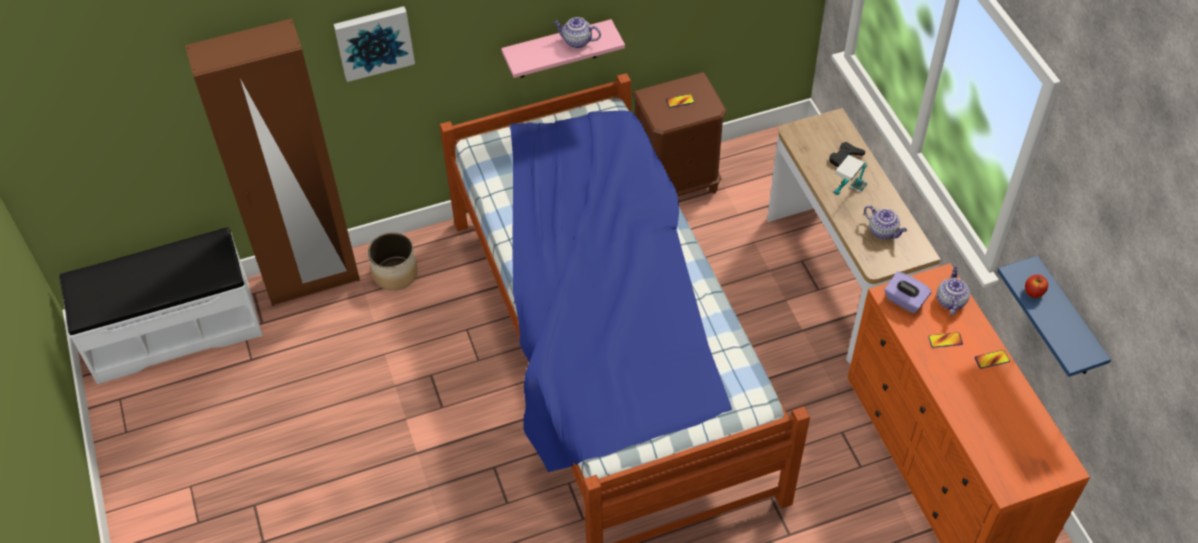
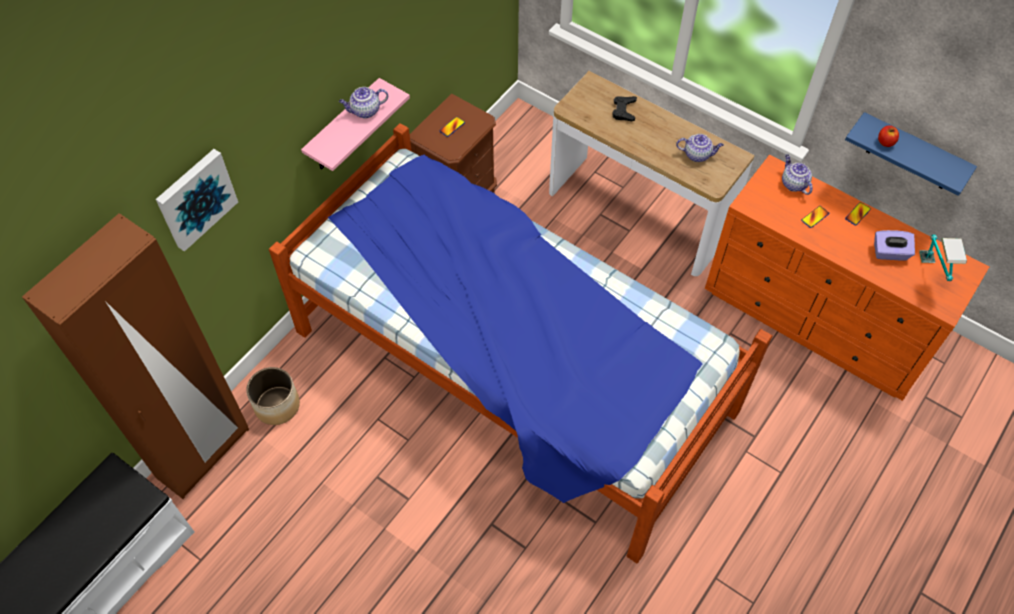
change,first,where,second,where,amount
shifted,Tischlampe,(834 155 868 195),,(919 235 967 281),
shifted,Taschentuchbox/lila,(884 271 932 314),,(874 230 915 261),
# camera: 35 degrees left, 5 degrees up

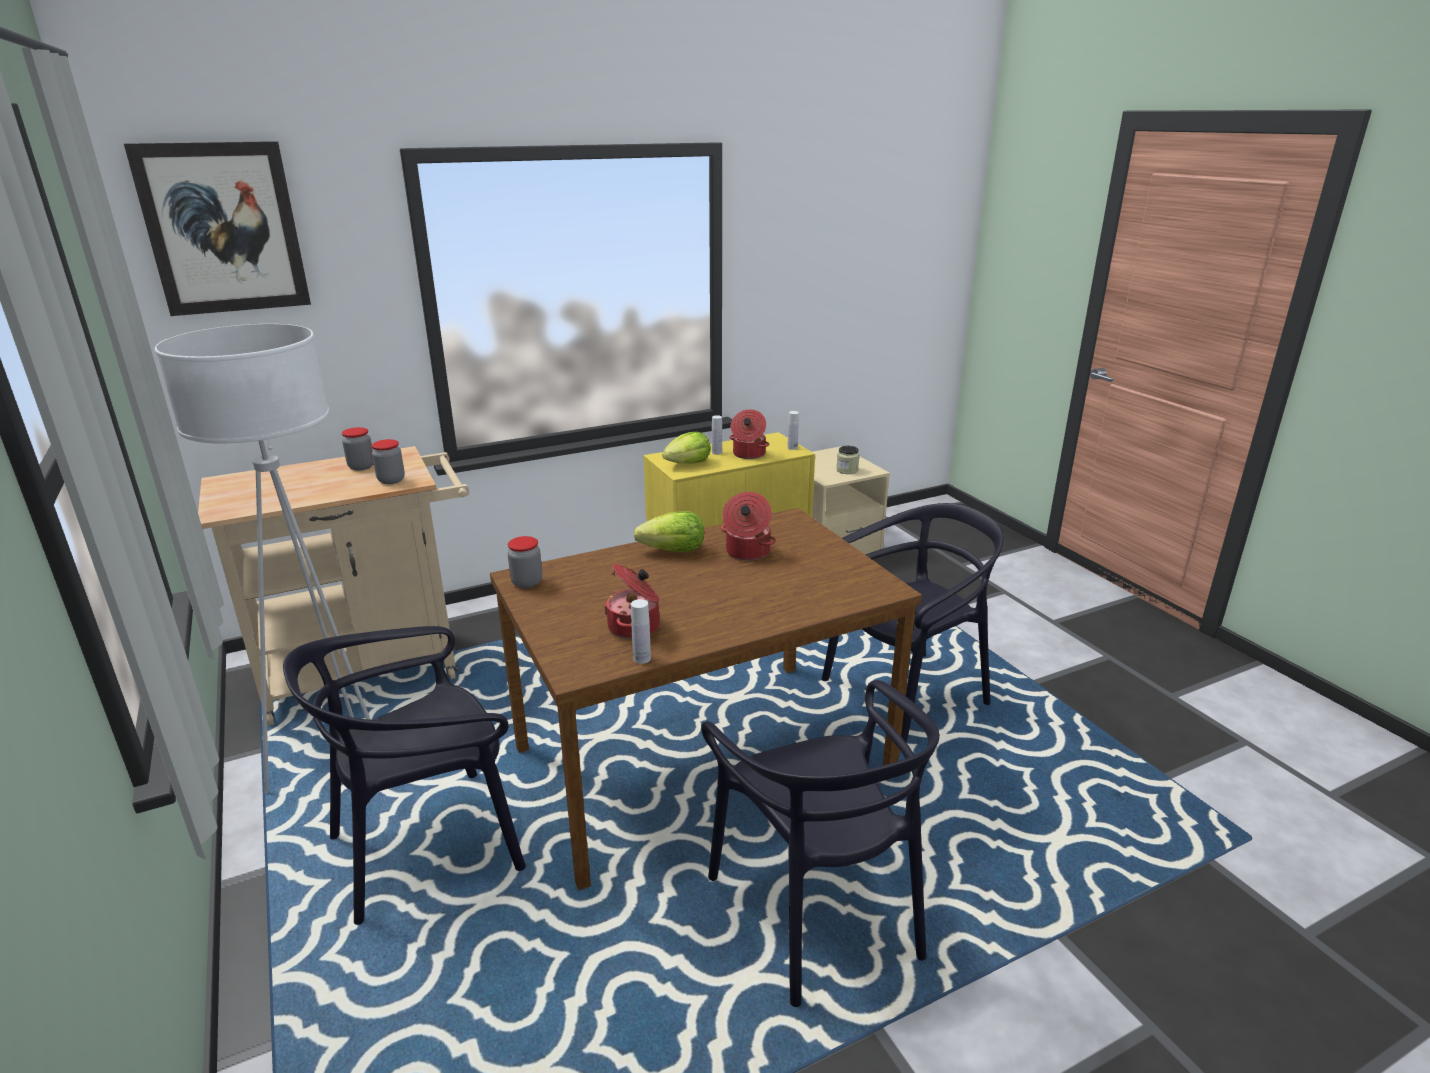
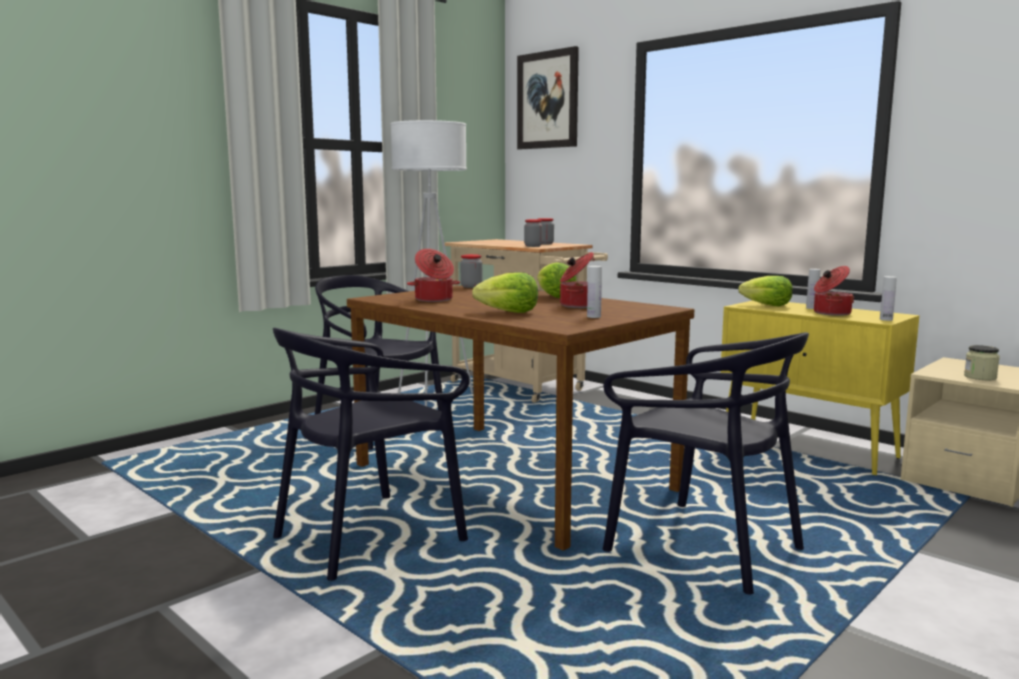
change,first,where,second,where,amount
shifted,Flasche/weiß,(631 599 651 664),,(587 266 602 318),
new,,,Salatkopf,(472 272 538 313),
# camera: 70 degrees right, 15 degrees down

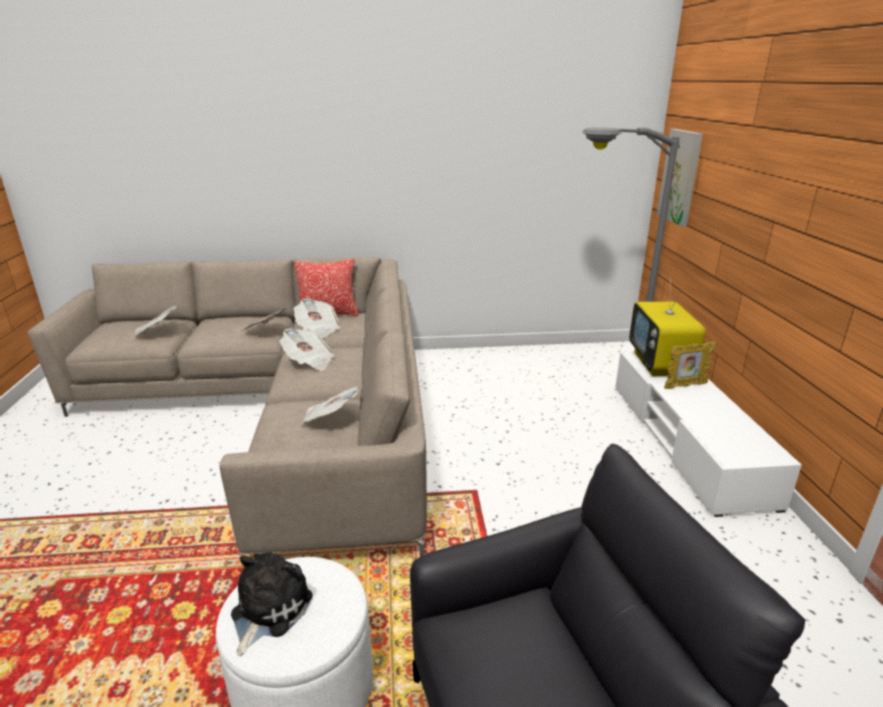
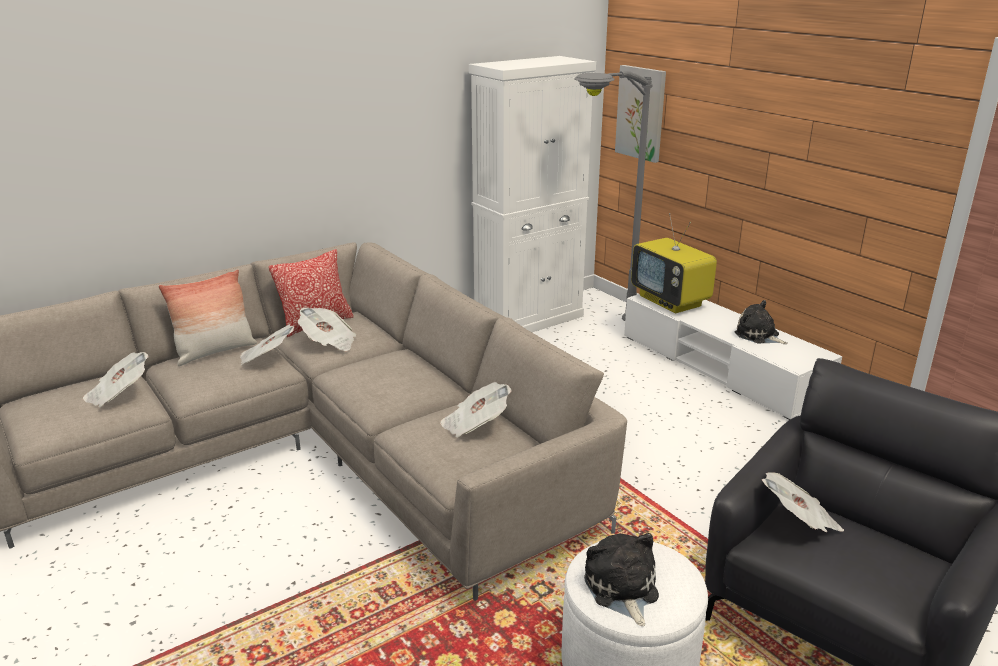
change,first,where,second,where,amount
shifted,Zeitung,(279 328 334 370),,(761 472 844 532),
gone,Bilderrahmen,(664 342 716 389),,,
new,,,Schrank/weiß,(469 56 596 332),
new,,,Kissen,(158 269 257 366),
new,,,Plüschtier,(735 300 788 344),
# camera: 30 degrees left, 0 degrees up

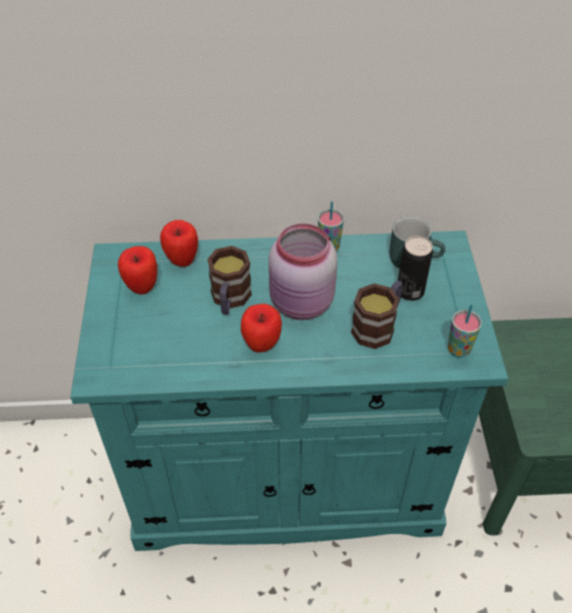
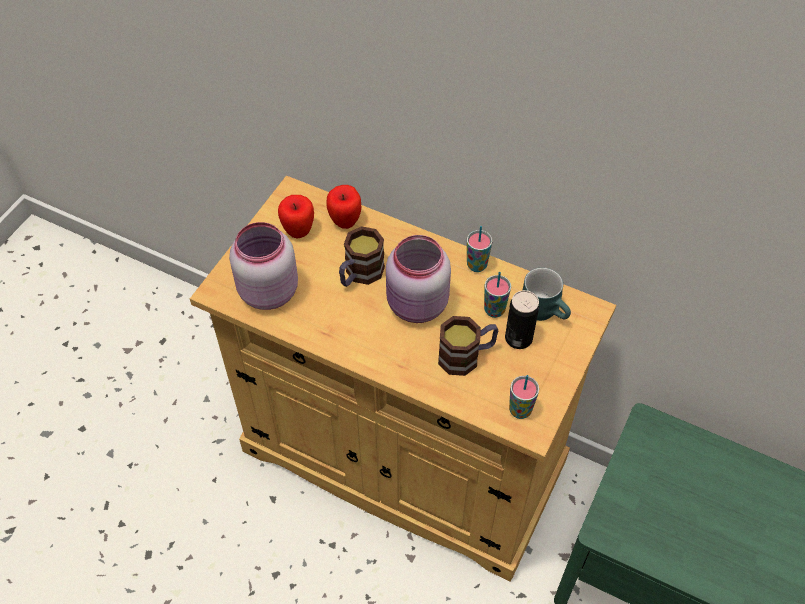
change,first,where,second,where,amount
repainted,Schrank/türkis,(70 231 508 551),Schrank/beige,(190 175 616 582),
gone,Apfel,(241 304 282 353),,,
new,,,Vorratsglas/rosa,(229 222 298 310),
new,,,Tasse,(484 272 511 318),
# camera: 30 degrees right, 5 degrees up

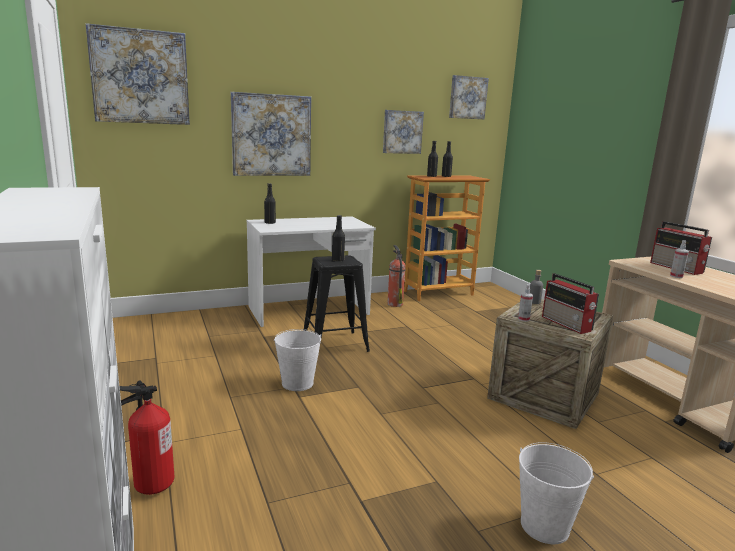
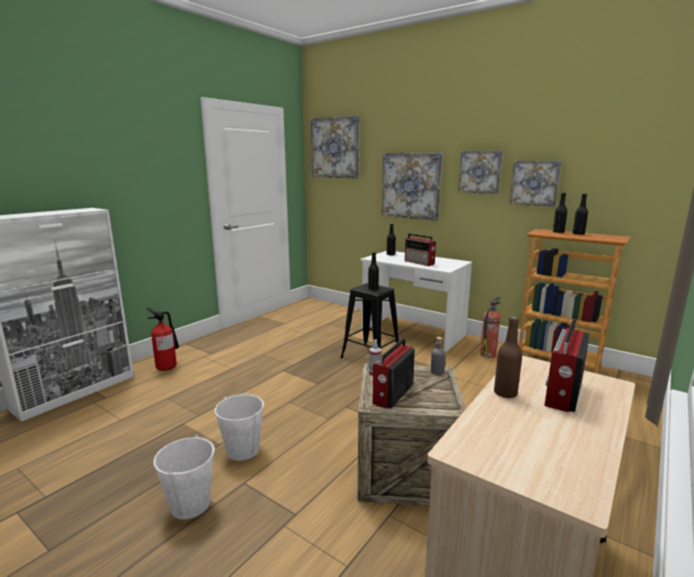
change,first,where,second,where,amount
shifted,Bild,(449 75 489 119),,(458 151 503 194),
swapped,Sprühflasche,(670 240 689 278),Flasche/braun,(494 316 522 399),
shifted,Eimer/weiß,(274 329 321 391),,(215 393 264 461),
new,,,Radio,(405 233 436 266),
# camera: 60 degrees right, 0 degrees up

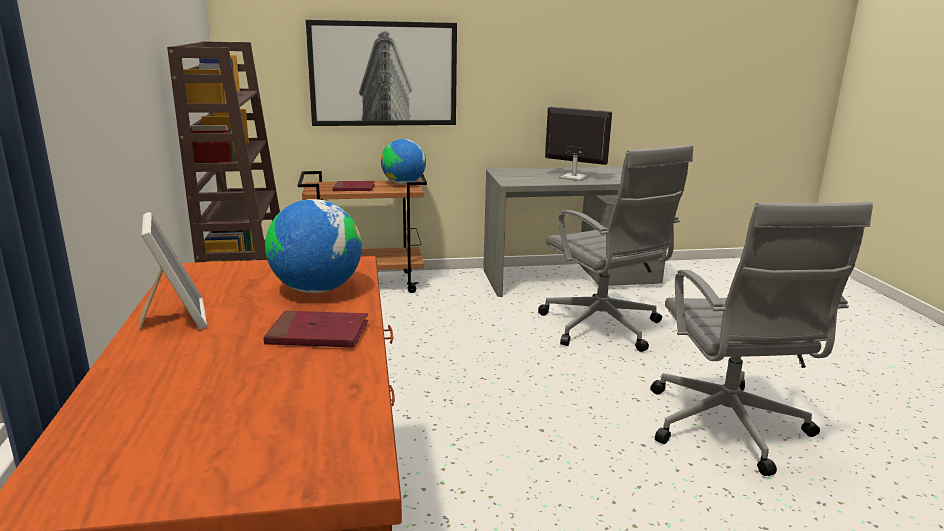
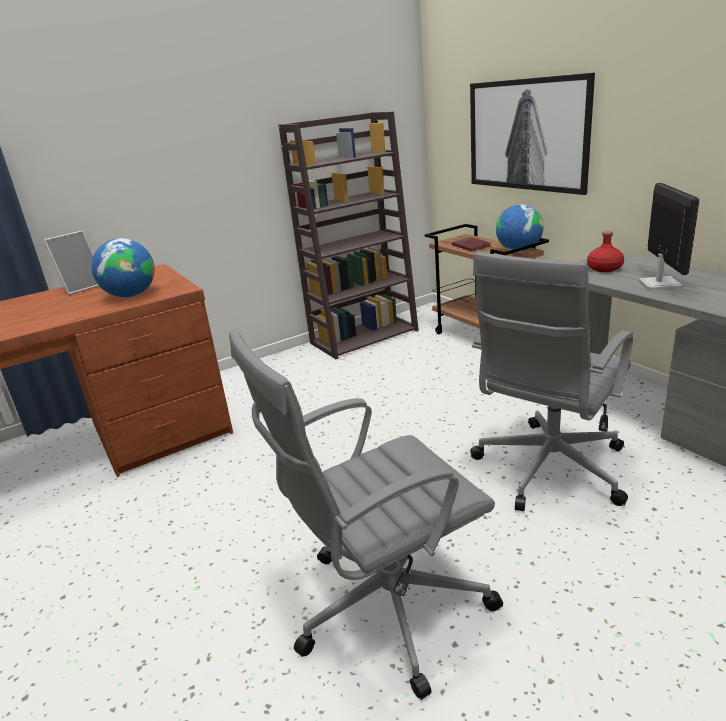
change,first,where,second,where,amount
gone,Buch/rot,(263 311 369 348),,,
new,,,Flasche/rot,(587 231 624 272),
# camera: 70 degrees right, 5 degrees up

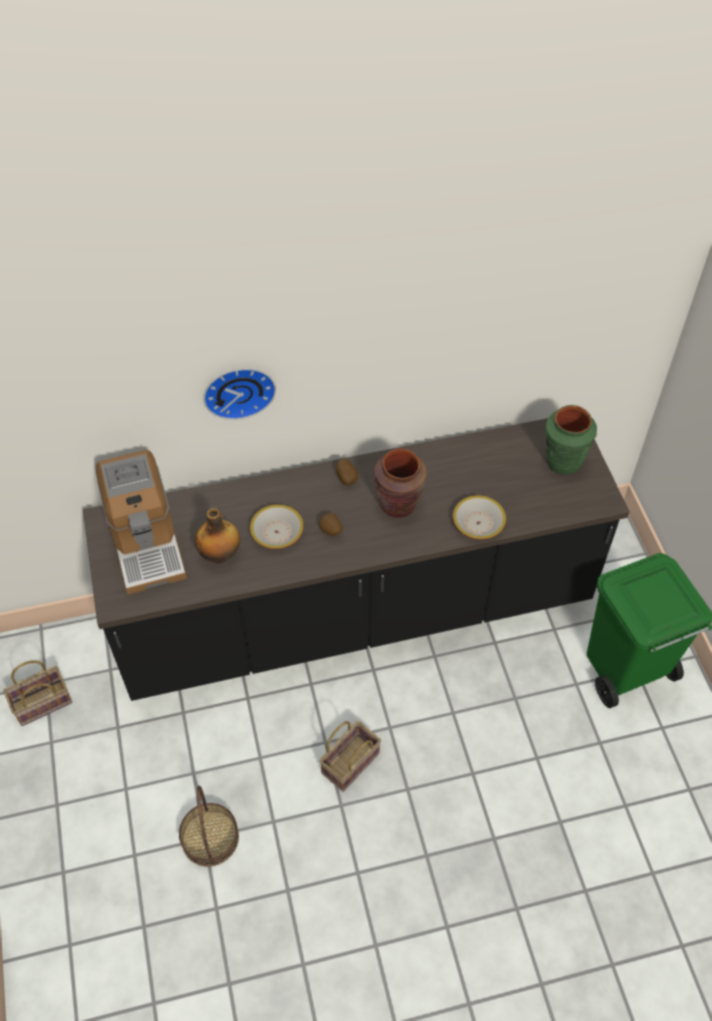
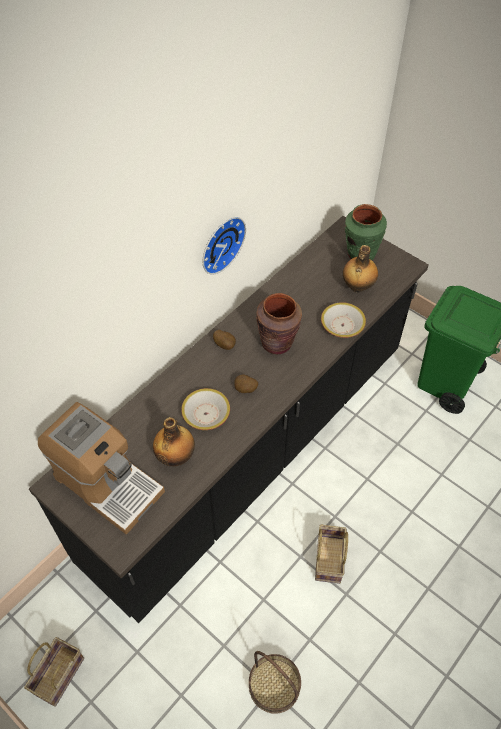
change,first,where,second,where,amount
shifted,Wanduhr,(203 368 276 420),,(203 217 246 275),
new,,,Flasche,(343 245 378 292),
# camera: 35 degrees left, 0 degrees up

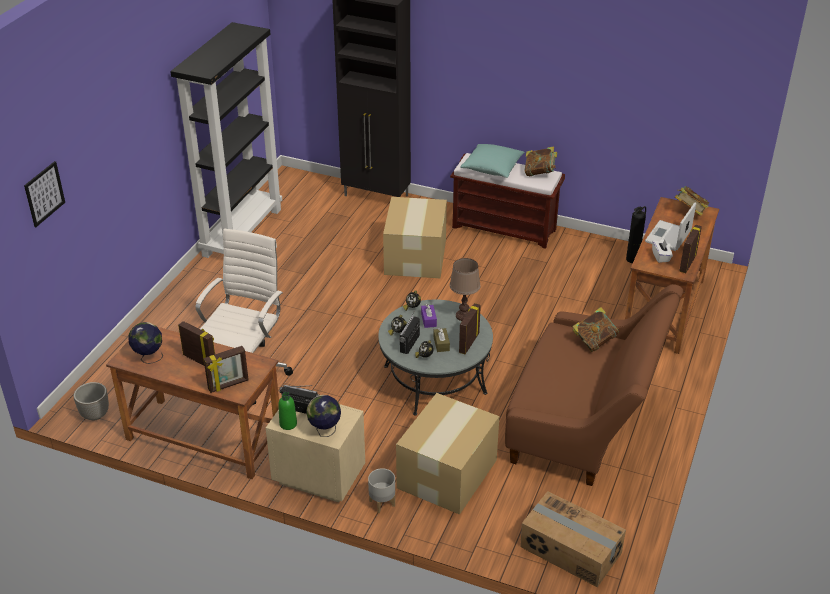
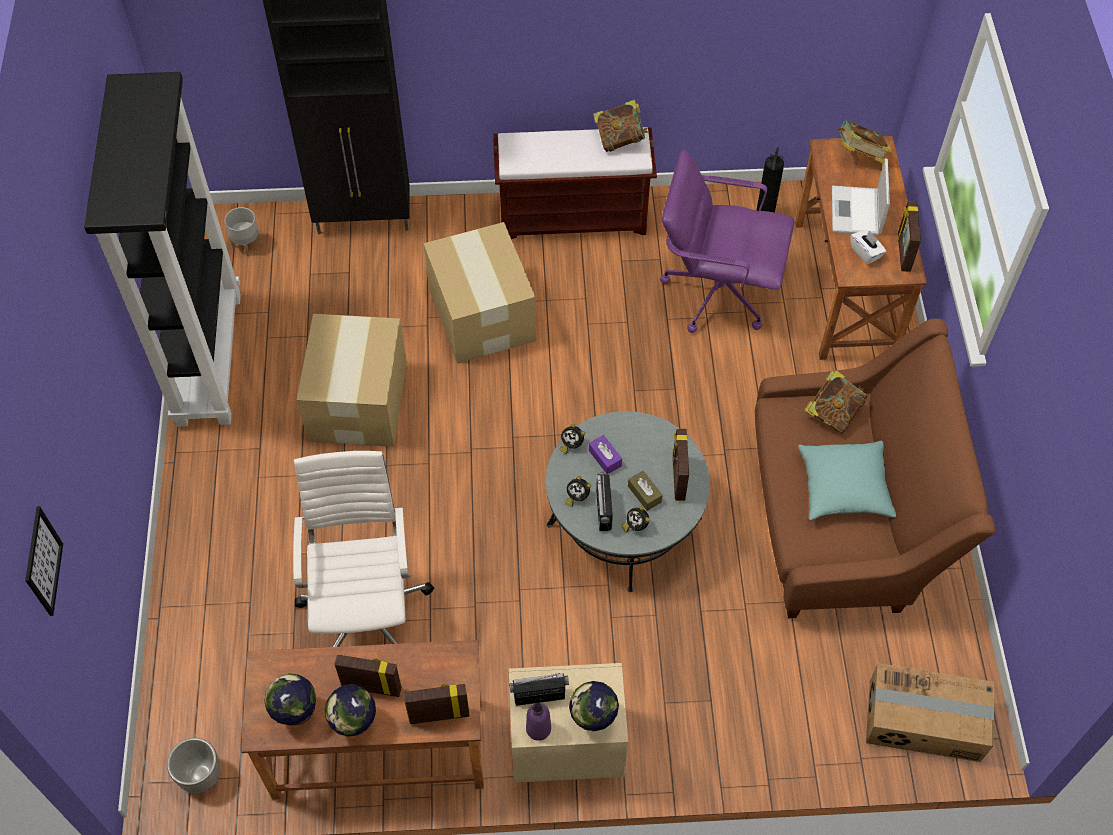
change,first,where,second,where,amount
shifted,Kissen/türkis,(460 144 525 178),,(798 440 896 520),
gone,Tischlampe/braun,(450 258 481 321),,,
rotated,Bilderrahmen,(203 346 249 393),,(404 684 469 724),135 degrees counterclockwise
repainted,Flasche/grün,(278 392 297 430),Flasche/lila,(526 703 551 741),
shifted,Karton,(396 393 499 515),,(297 314 407 446),
shifted,Pflanzkübel/grau,(368 468 395 513),,(225 207 262 256),
new,,,Bürostuhl/lila,(660 149 794 333),
new,,,Globus,(325 684 376 737),
# camera: 25 degrees left, 20 degrees up

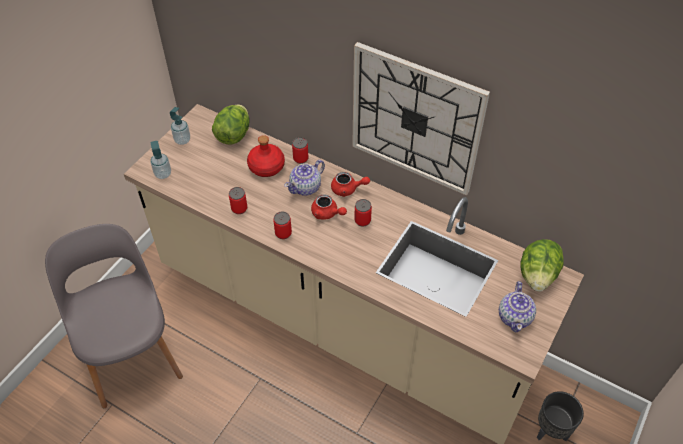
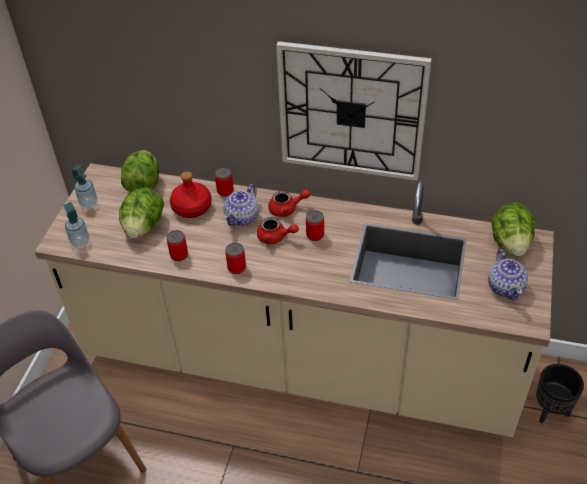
change,first,where,second,where,amount
new,,,Salatkopf,(119 188 164 238),
# camera: 15 degrees left, 5 degrees down

